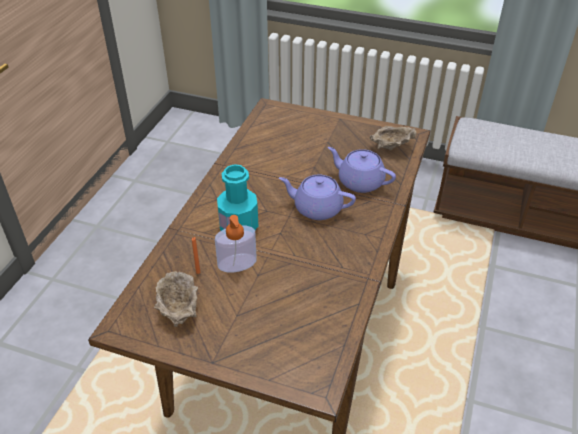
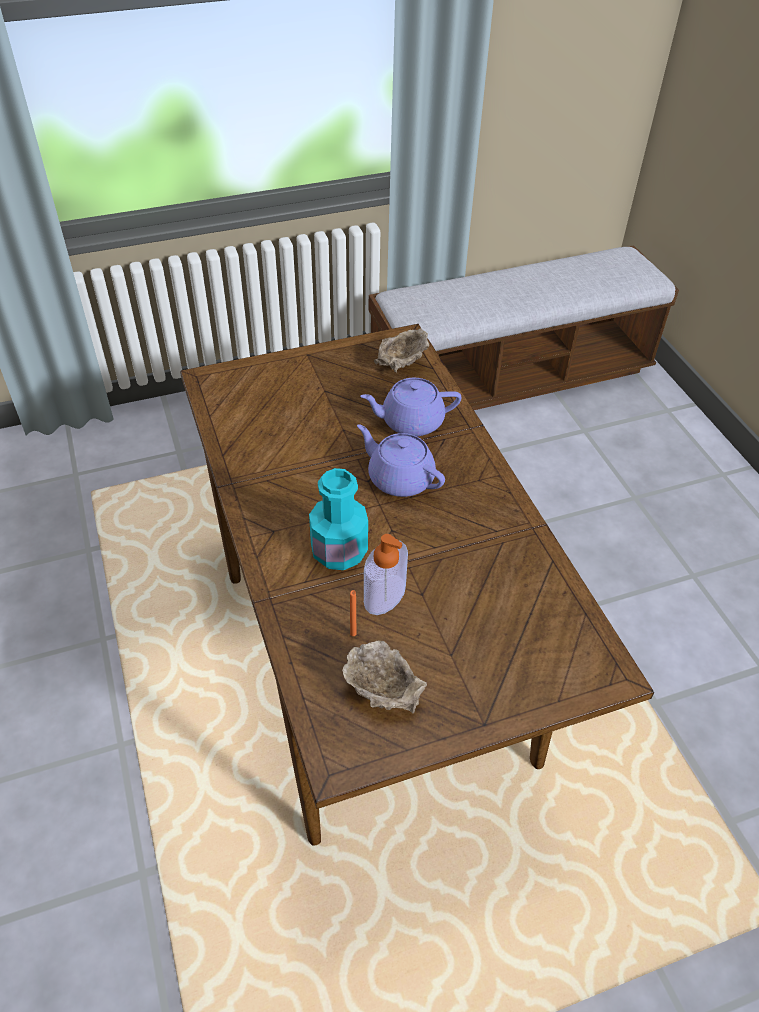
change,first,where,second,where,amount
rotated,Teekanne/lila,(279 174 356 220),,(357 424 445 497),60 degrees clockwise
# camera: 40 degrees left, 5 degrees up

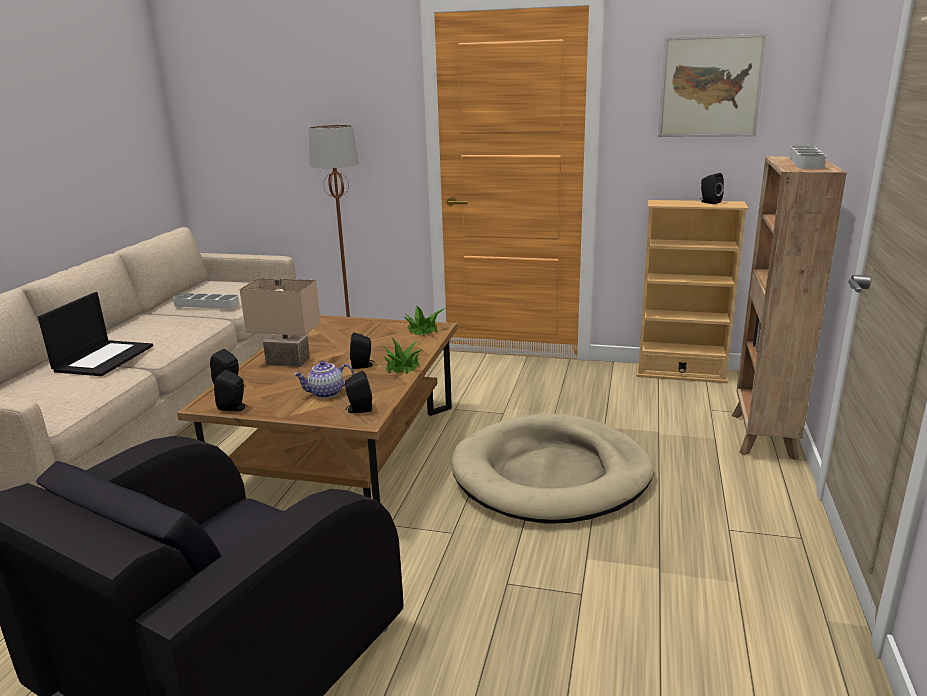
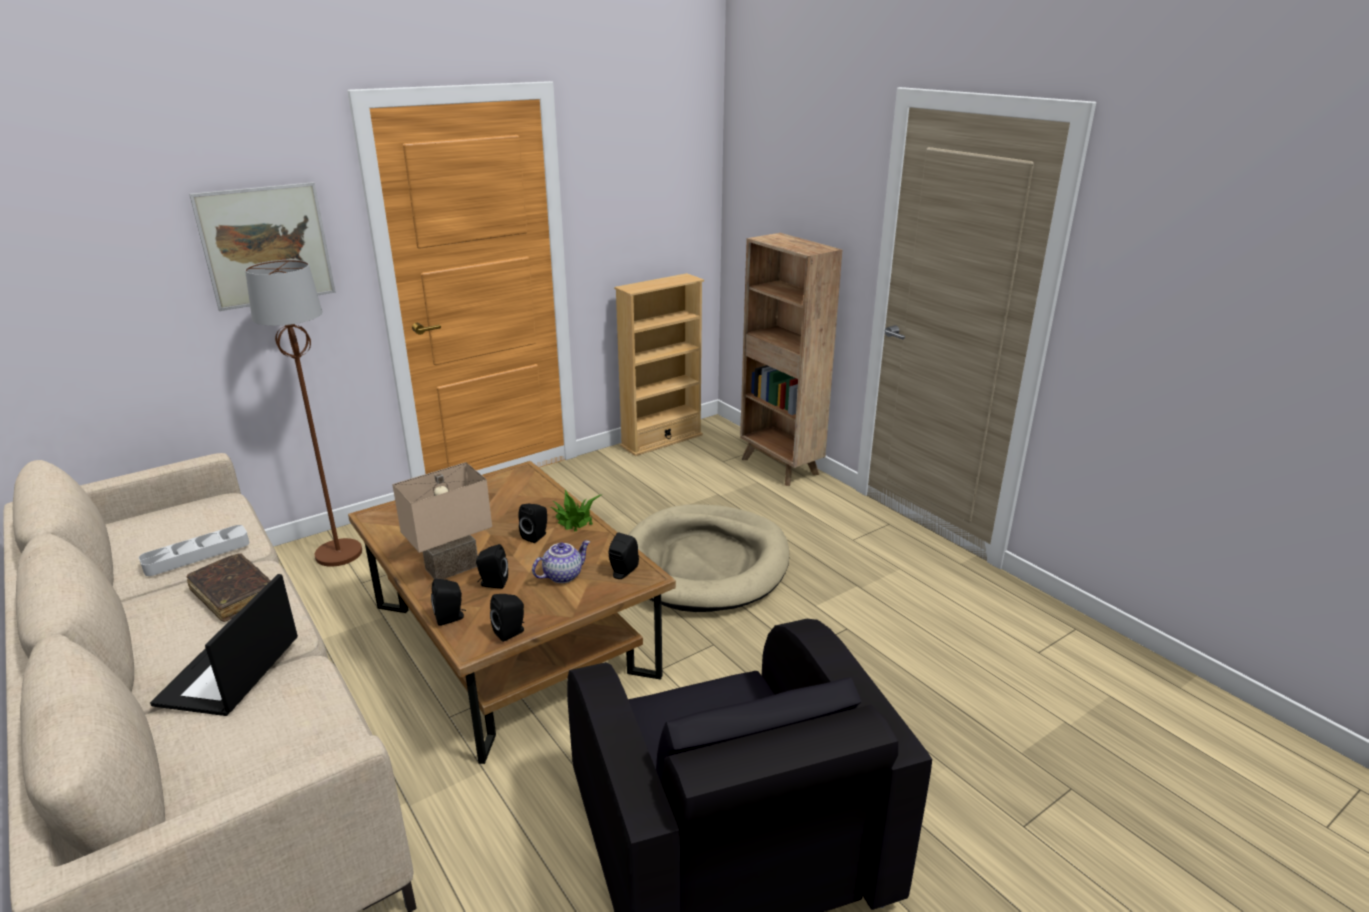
change,first,where,second,where,amount
shifted,Bild,(658 34 767 137),,(189 182 336 311),
gone,Tablett/grau,(789 146 826 169),,,
shifted,Lautsprecher/schwarz,(700 173 724 204),,(476 544 508 589),
rotated,Laptop,(38 292 153 376),,(150 574 298 716),135 degrees counterclockwise
gone,Topfpflanze,(403 305 445 336),,,
rotated,Teekanne,(293 361 354 398),,(532 540 590 583),150 degrees counterclockwise
new,,,Buch/braun,(186 553 271 622),
# camera: 50 degrees left, 5 degrees up

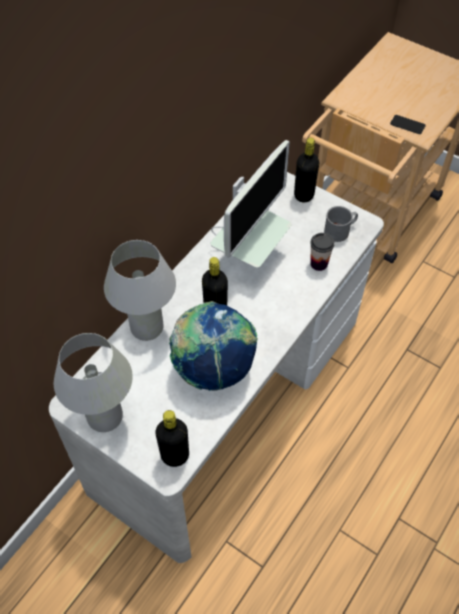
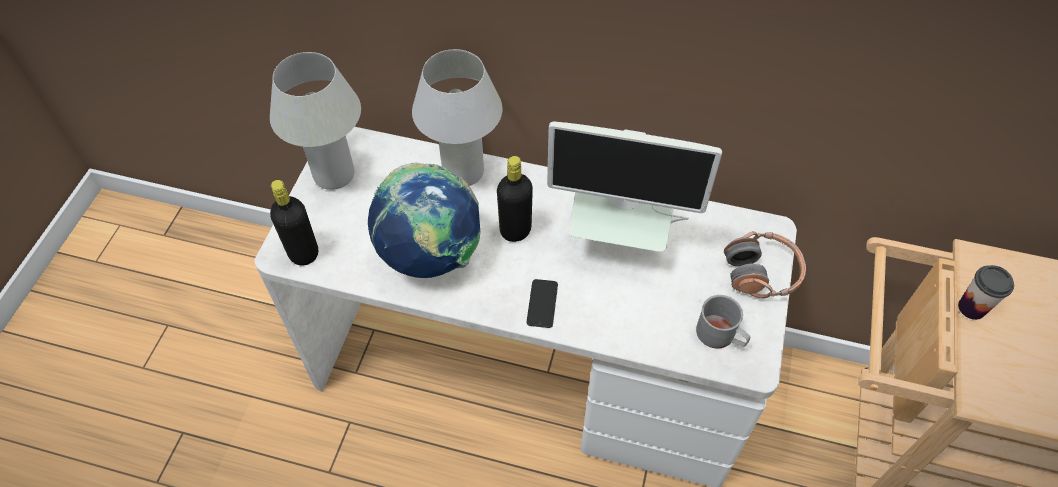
change,first,where,second,where,amount
shifted,Handy,(390 115 426 134),,(527 279 558 328),
swapped,Flasche/schwarz,(294 138 319 202),Kopfhörer,(724 231 806 298),
shifted,Tasse,(310 233 335 271),,(958 265 1014 320),
# camera: 70 degrees right, 0 degrees up

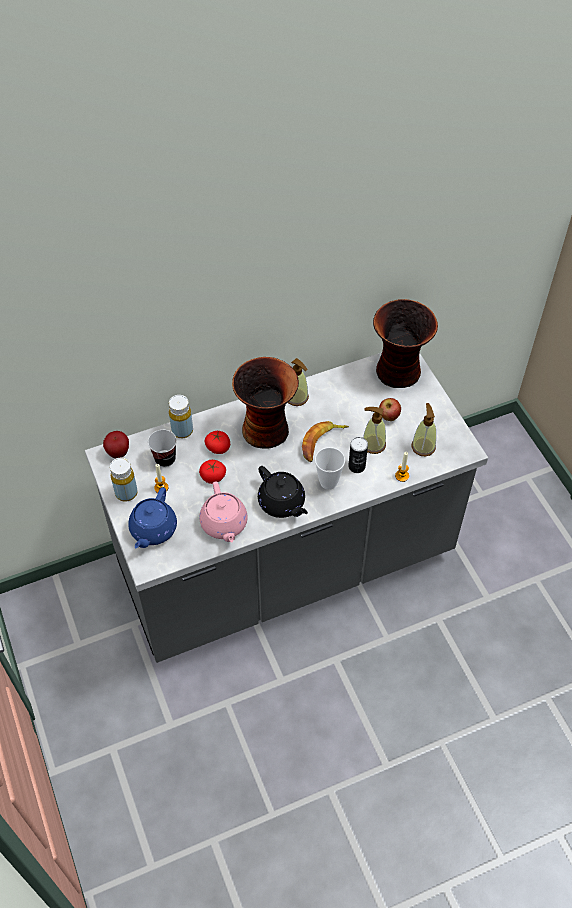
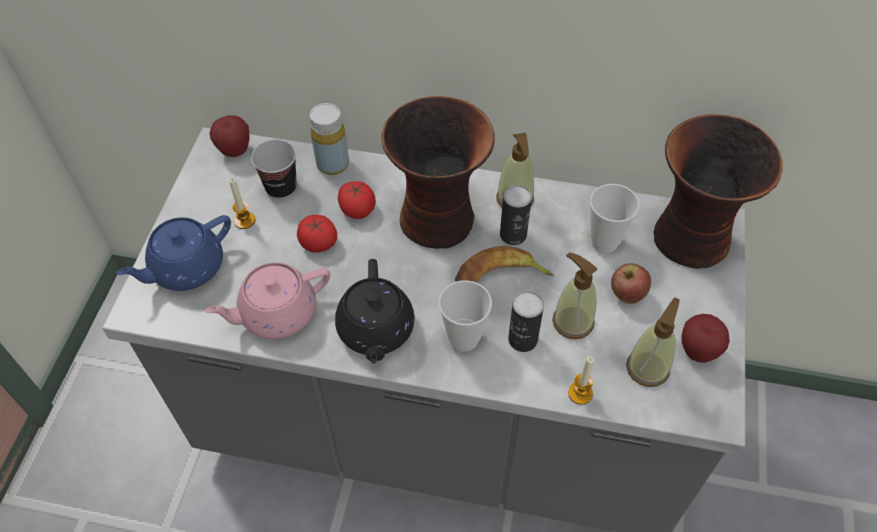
change,first,where,second,where,amount
gone,Flasche/gelb,(110 458 138 501),,,
rotated,Teekanne/rosa,(199 481 248 542),,(204 262 330 339),45 degrees clockwise
new,,,Tasse,(590 184 640 253),
new,,,Dose,(500 185 532 245),
new,,,Apfel,(682 314 730 363),
# camera: 35 degrees right, 0 degrees up

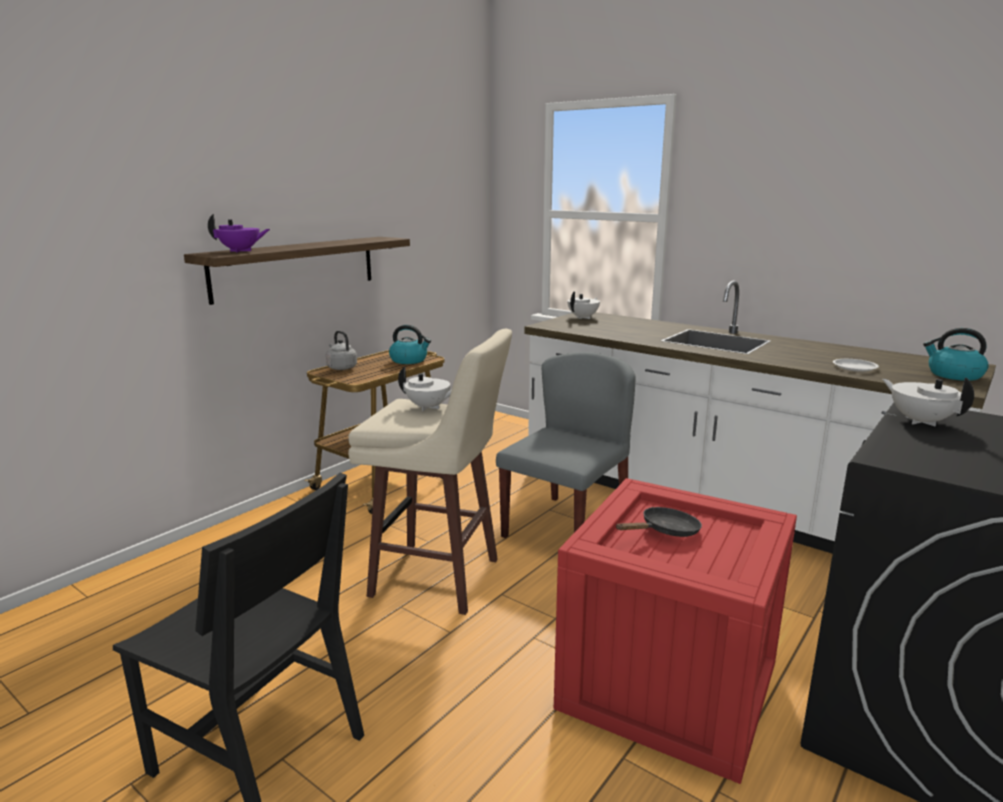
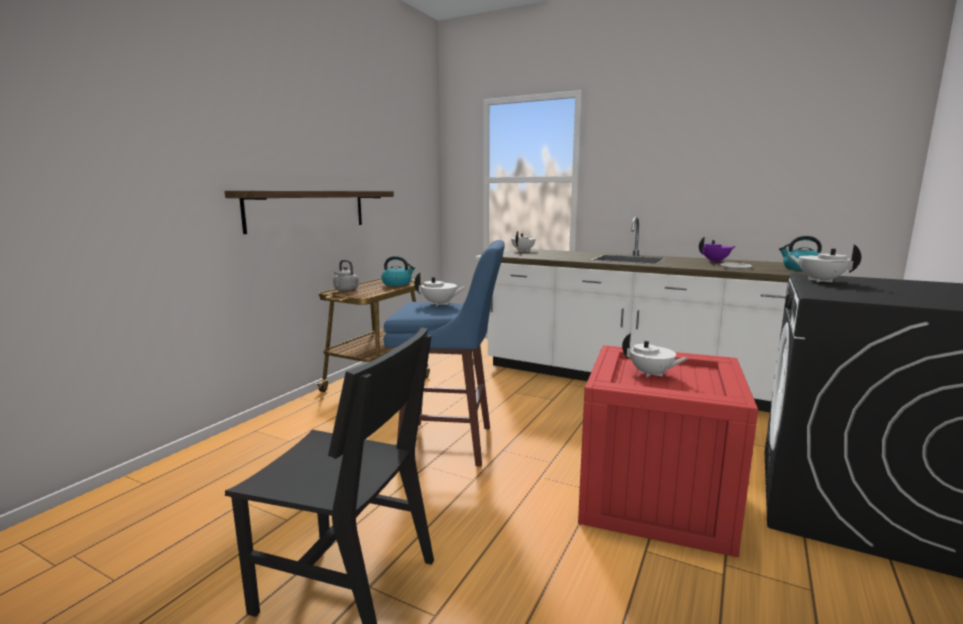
change,first,where,second,where,amount
shifted,Teekanne/lila,(208 214 270 252),,(699 237 736 262),
repainted,Hocker/beige,(348 329 512 615),Hocker/blau,(384 240 505 466),
gone,Stuhl/grau,(496 352 636 538),,,
swapped,Pfanne/schwarz,(616 507 702 537),Teekanne/weiß,(622 333 689 378),
# camera: 10 degrees left, 5 degrees down

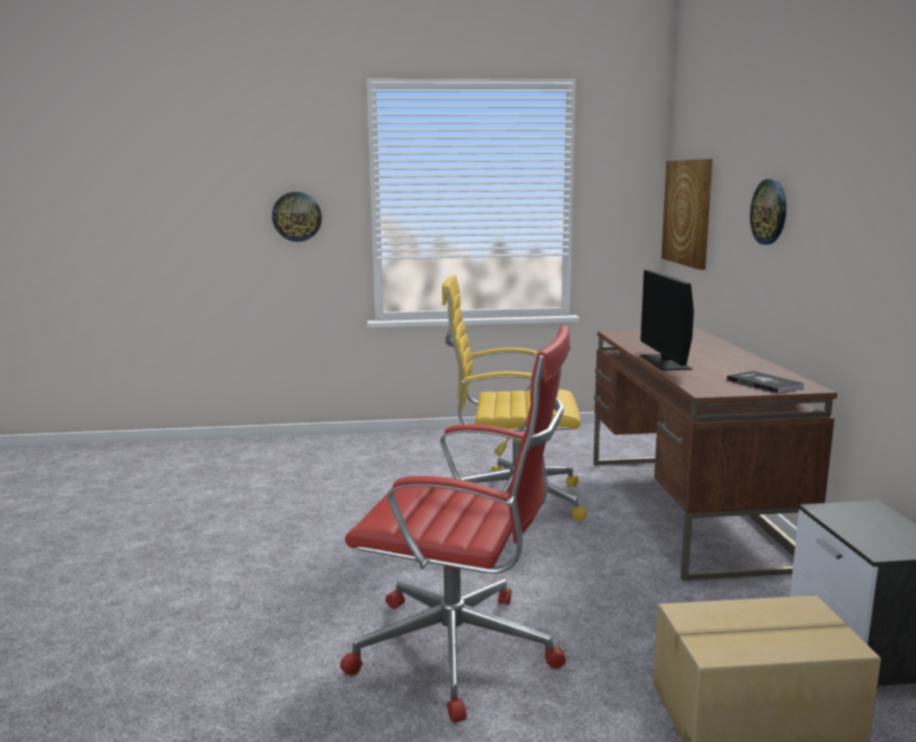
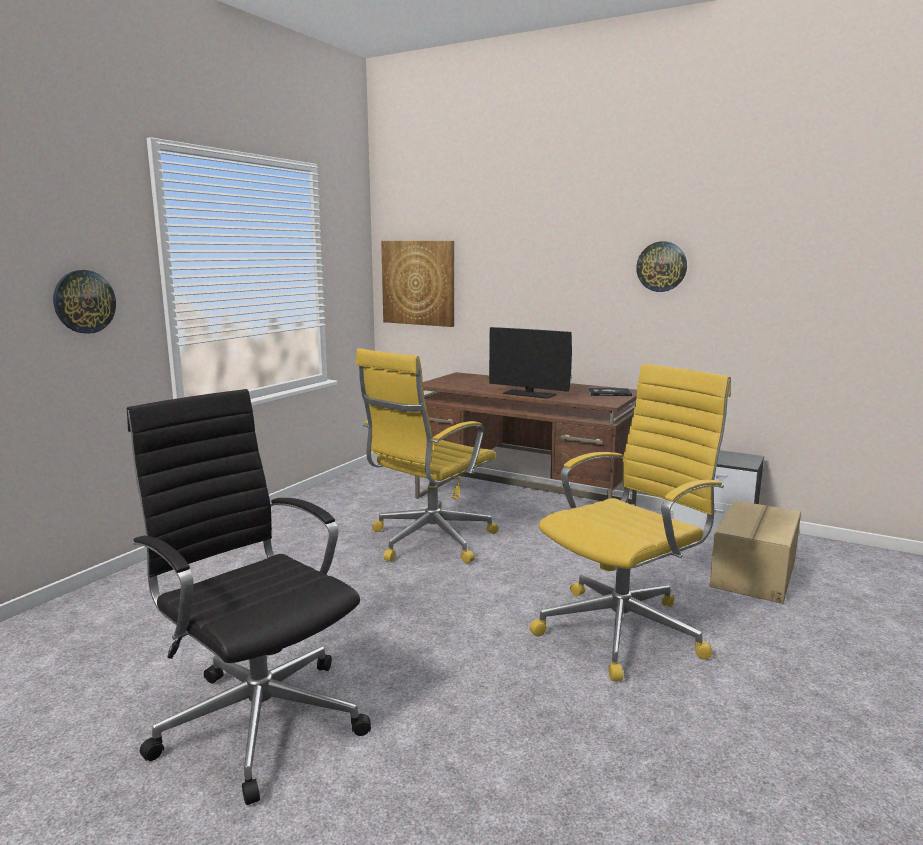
change,first,where,second,where,amount
shifted,Wanduhr,(750 179 786 245),,(636 242 687 292),
repainted,Bürostuhl/rot,(340 325 570 723),Bürostuhl/gelb,(530 364 731 681),
new,,,Bürostuhl/schwarz,(127 389 371 805),
# camera: 55 degrees left, 0 degrees up

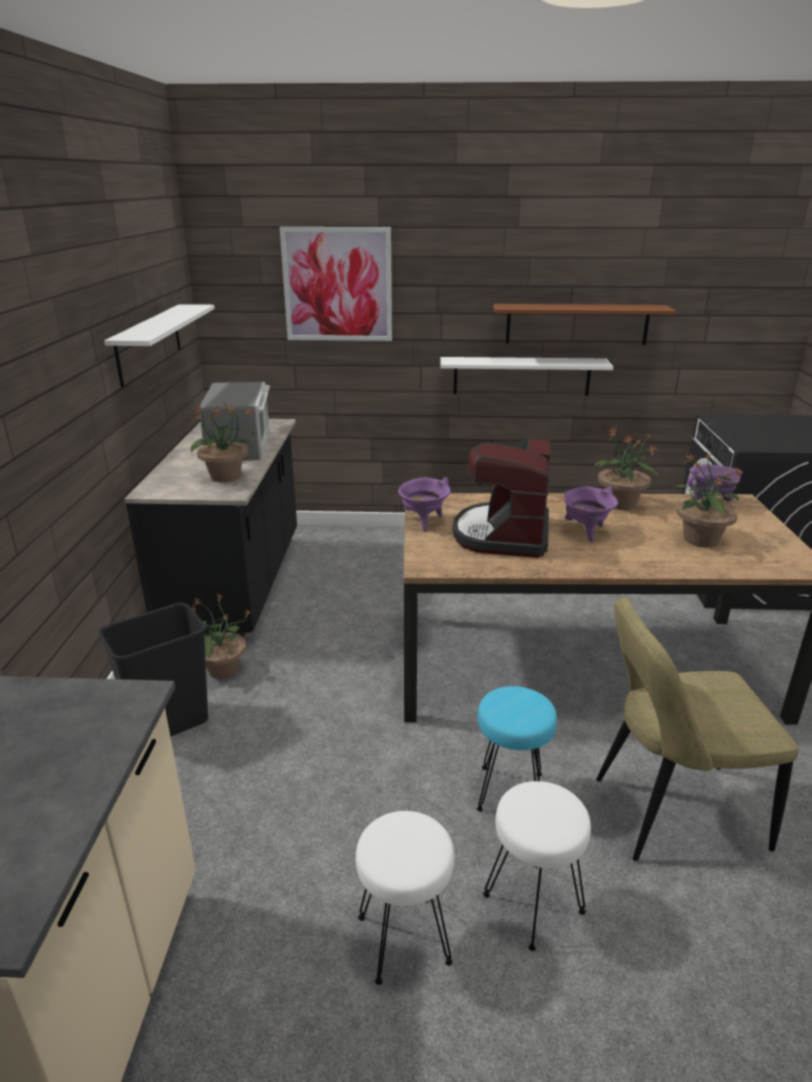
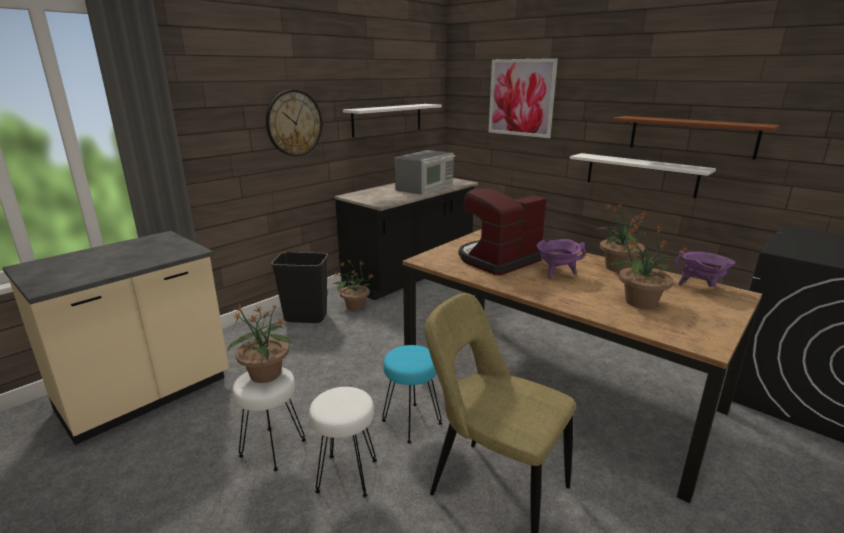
change,first,where,second,where,amount
shifted,Topfpflanze,(190 403 254 482),,(228 304 294 383),
gone,Kochtopf/lila,(398 477 451 531),,,
new,,,Wanduhr,(266 90 322 156),
# camera: 40 degrees right, 5 degrees down

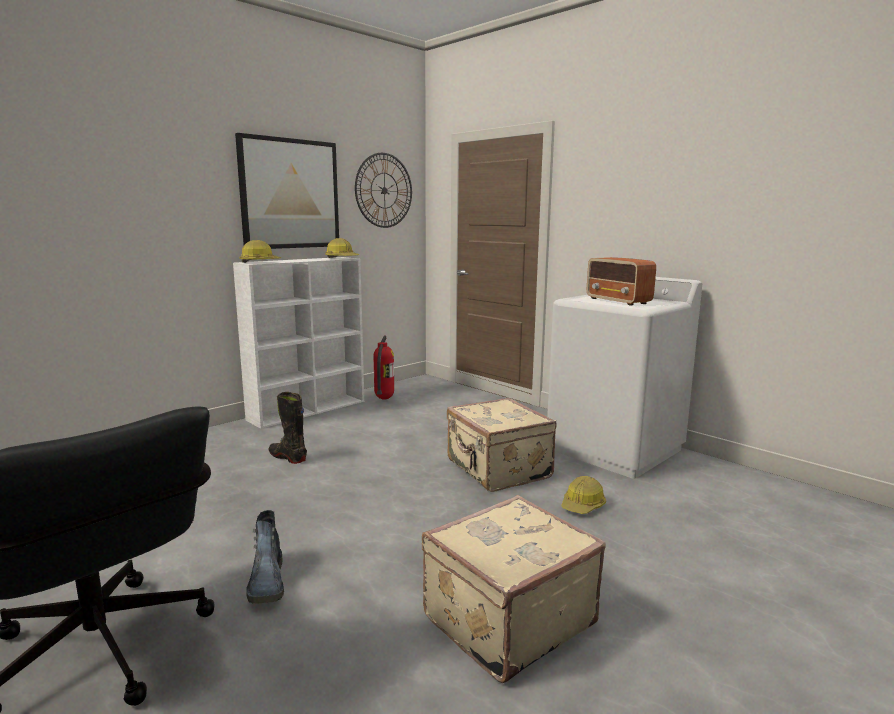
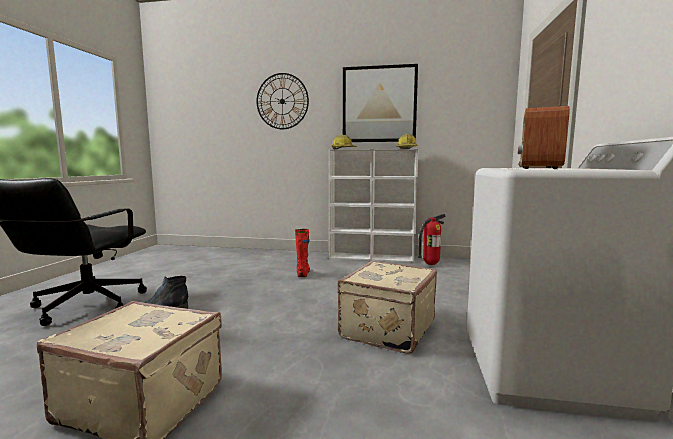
change,first,where,second,where,amount
shifted,Wanduhr,(355 153 412 228),,(256 73 309 129),
repainted,Stiefel/schwarz,(269 392 307 464),Stiefel/rot,(295 229 310 277),
gone,Schutzhelm,(561 476 606 514),,,
# camera: 55 degrees right, 5 degrees down

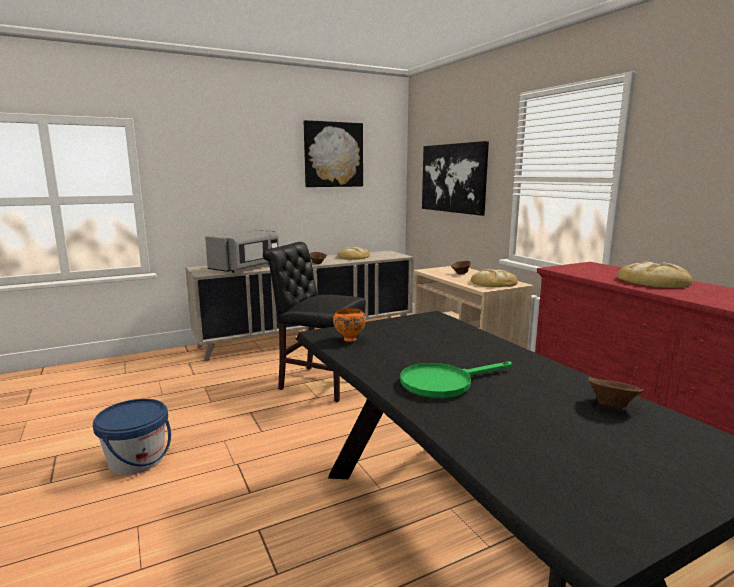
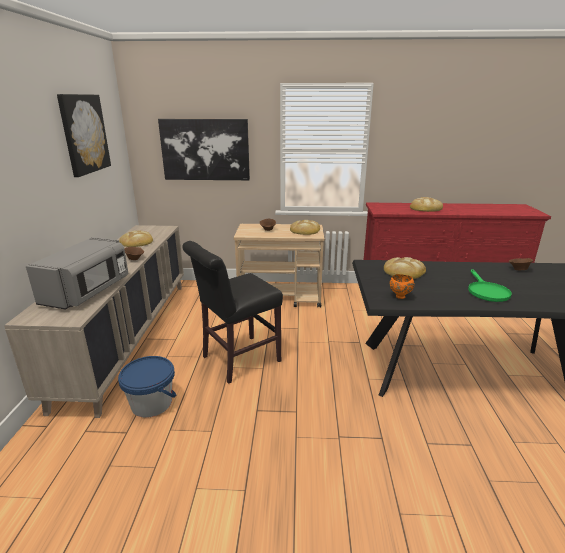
change,first,where,second,where,amount
rotated,Mikrowelle/grau,(205 230 279 273),,(26 237 129 310),45 degrees clockwise
shifted,Eimer/blau,(93 399 171 475),,(118 356 176 418),
new,,,Brot,(384 257 426 279),
# camera: 60 degrees left, 10 degrees up

